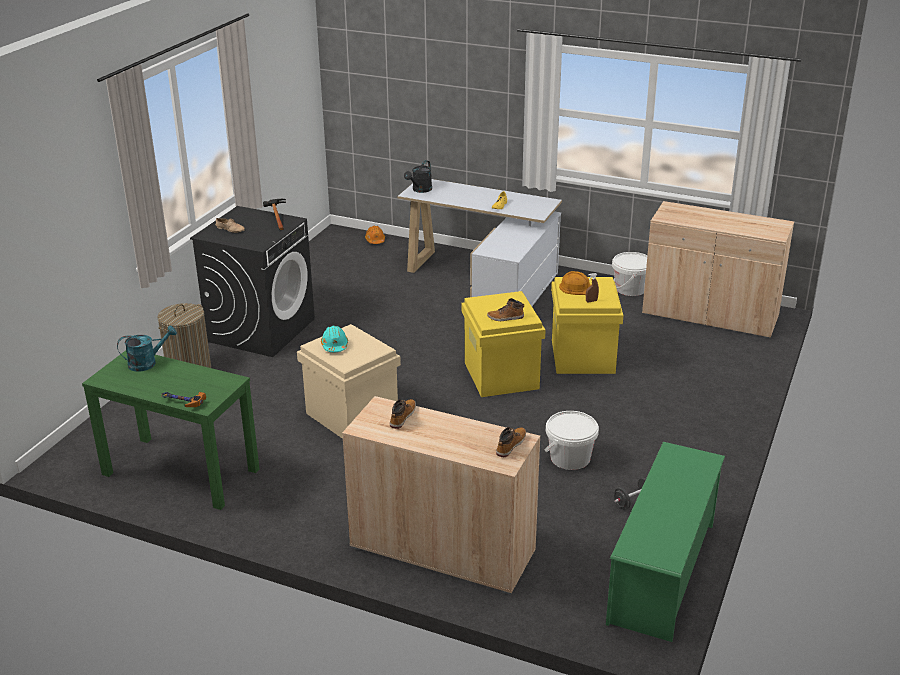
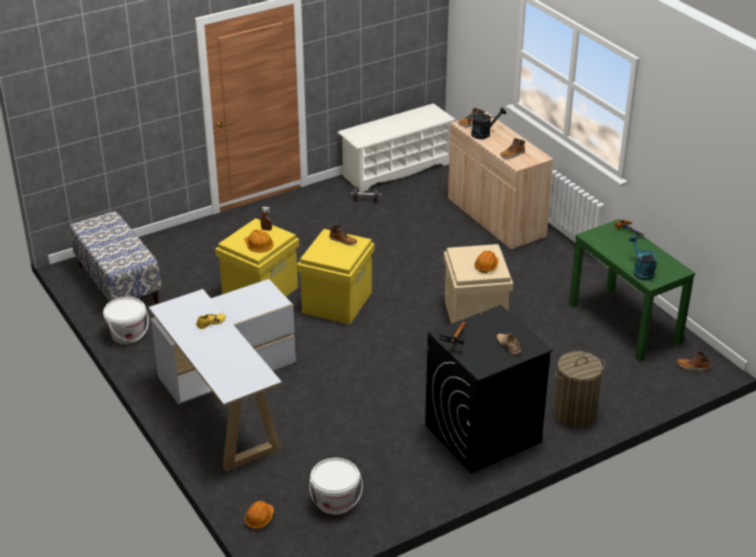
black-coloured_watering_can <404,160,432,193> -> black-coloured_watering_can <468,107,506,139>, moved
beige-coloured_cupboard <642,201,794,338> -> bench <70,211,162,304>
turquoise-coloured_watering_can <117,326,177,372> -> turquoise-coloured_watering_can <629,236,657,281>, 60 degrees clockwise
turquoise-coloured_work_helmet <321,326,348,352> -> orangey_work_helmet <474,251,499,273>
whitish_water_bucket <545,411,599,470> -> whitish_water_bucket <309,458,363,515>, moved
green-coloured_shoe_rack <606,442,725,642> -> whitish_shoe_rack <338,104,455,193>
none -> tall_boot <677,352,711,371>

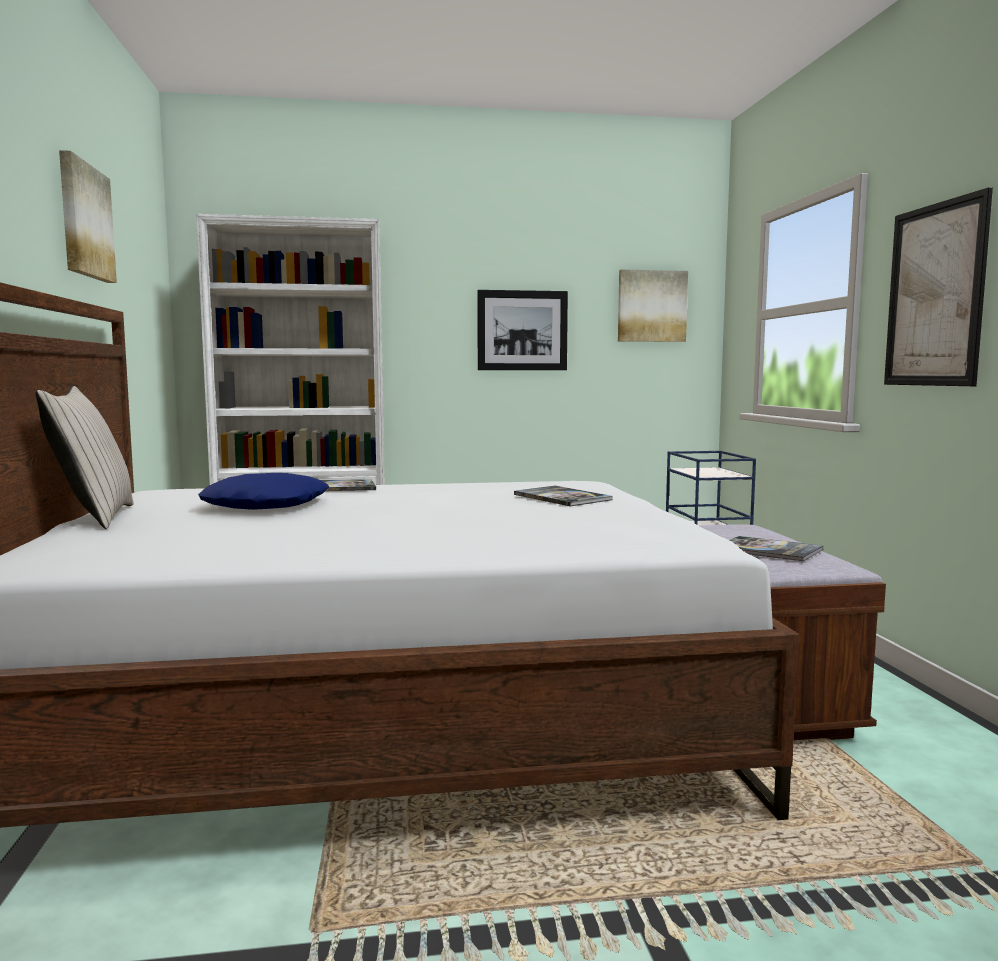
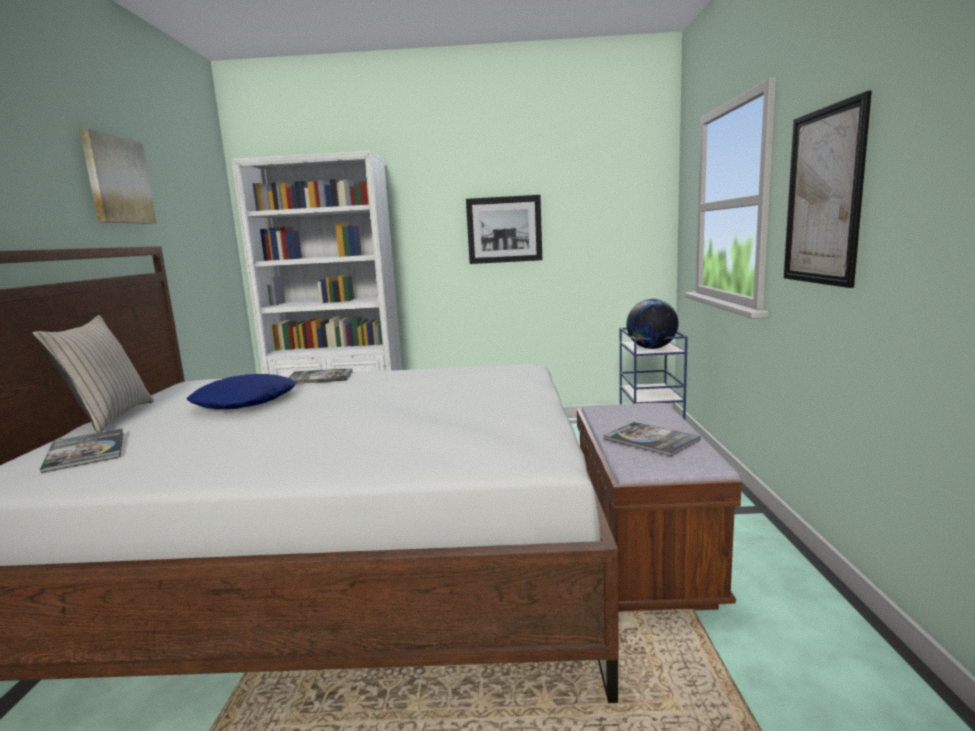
wall_art <618,269,688,342> -> none
bound_book <514,486,612,506> -> bound_book <40,429,124,473>, moved
none -> desk_globe <626,299,679,349>

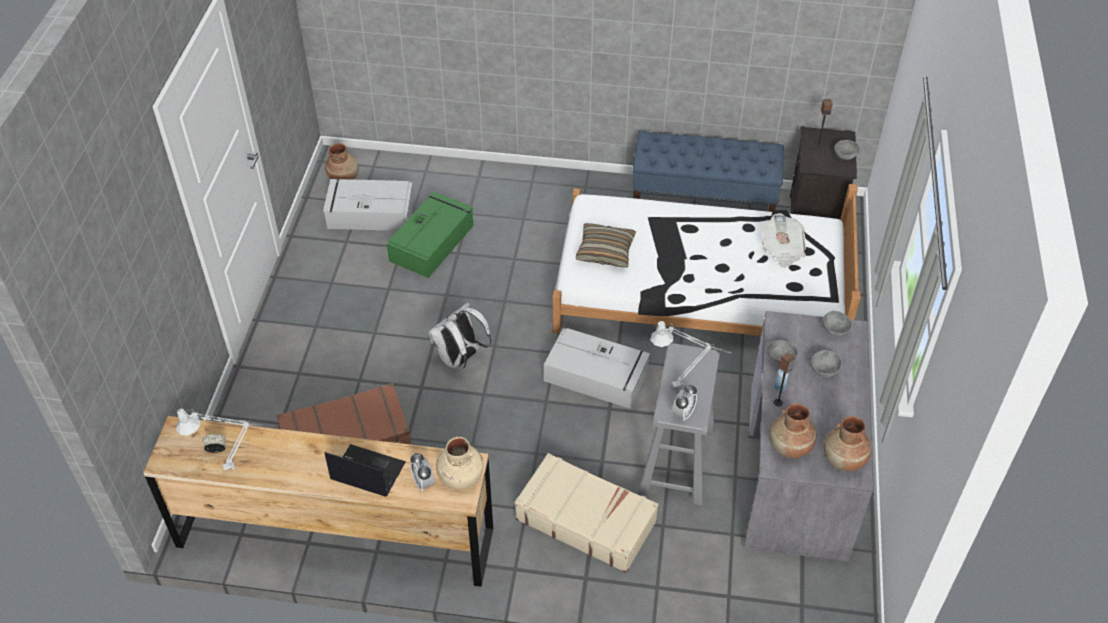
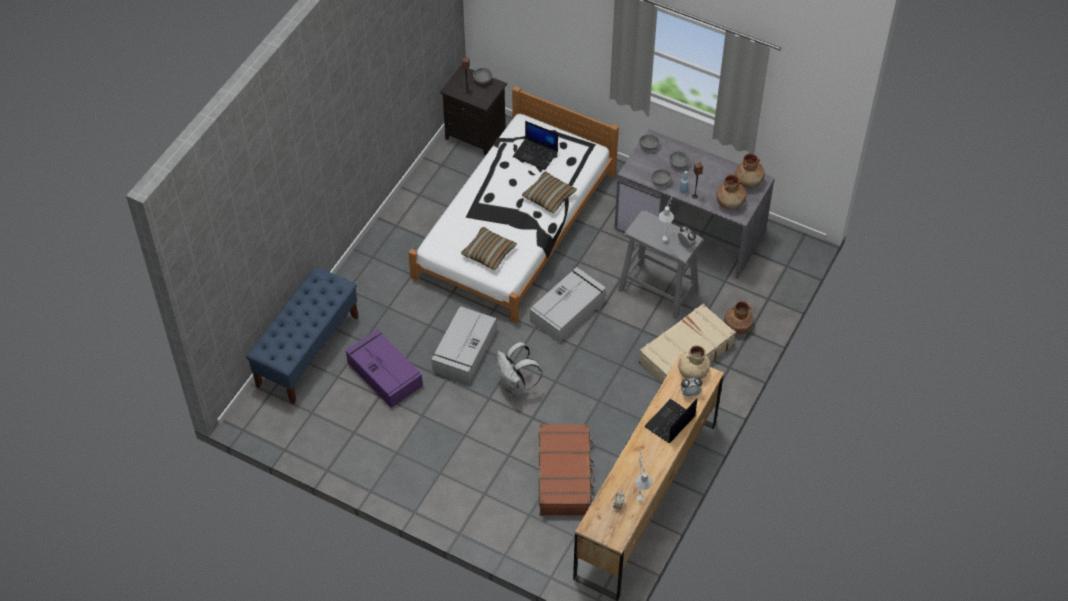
blue-coloured_bench <632,131,784,212> -> blue-coloured_bench <246,267,358,404>, moved
brown-coloured_vase <325,143,359,180> -> brown-coloured_vase <724,301,754,334>, moved
gray_storage_container <323,179,415,231> -> gray_storage_container <431,306,497,384>, moved
green-coloured_storage_container <387,192,473,278> -> purple-coloured_storage_container <345,329,423,408>
daily_paper <762,213,806,268> -> laptop <513,121,558,170>
none -> cushion <522,171,577,213>

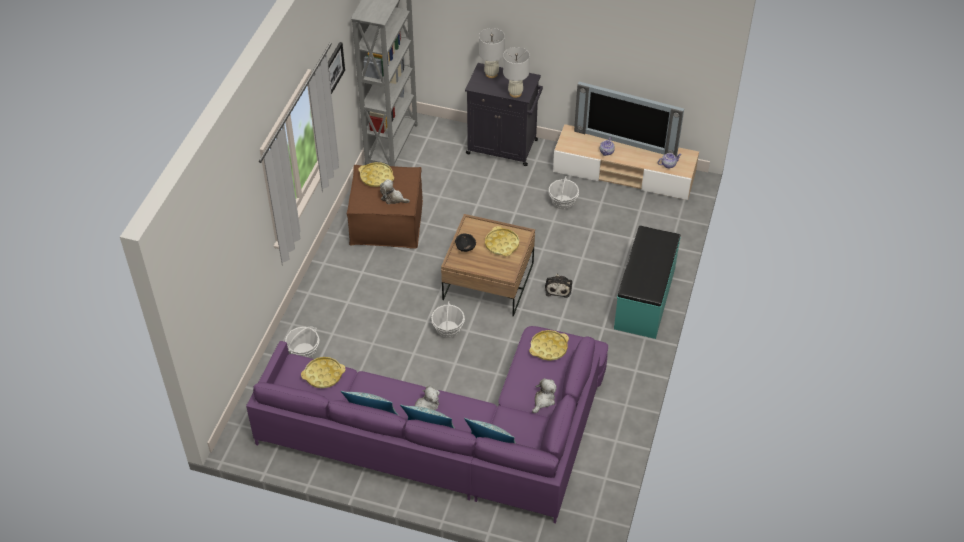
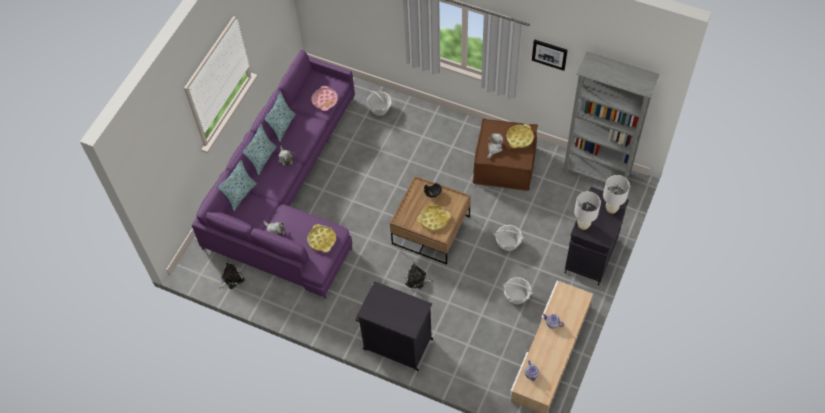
TV <574,82,684,157> -> none
turquoise-coloured_bench <614,226,681,339> -> black-coloured_cupboard <355,281,433,371>
basket <431,301,465,338> -> basket <494,225,524,251>, moved
yellow_carrying_tray <301,357,345,388> -> pink-coloured_carrying_tray <311,86,338,111>
none -> cuddly_toy <219,263,245,289>

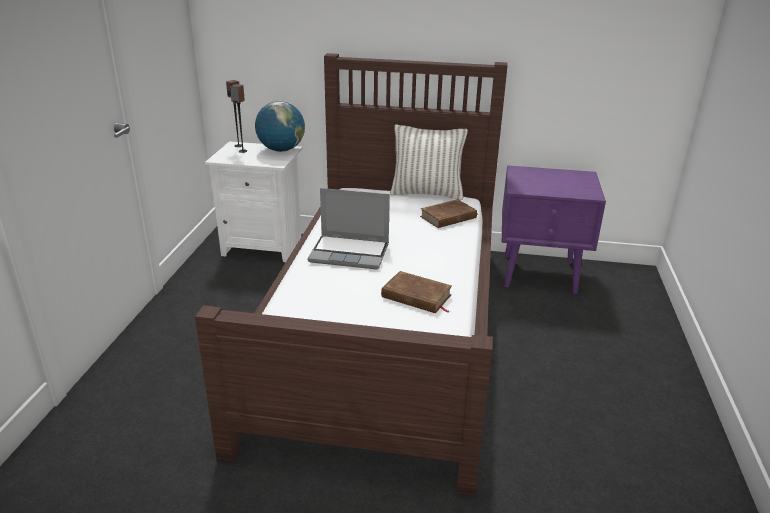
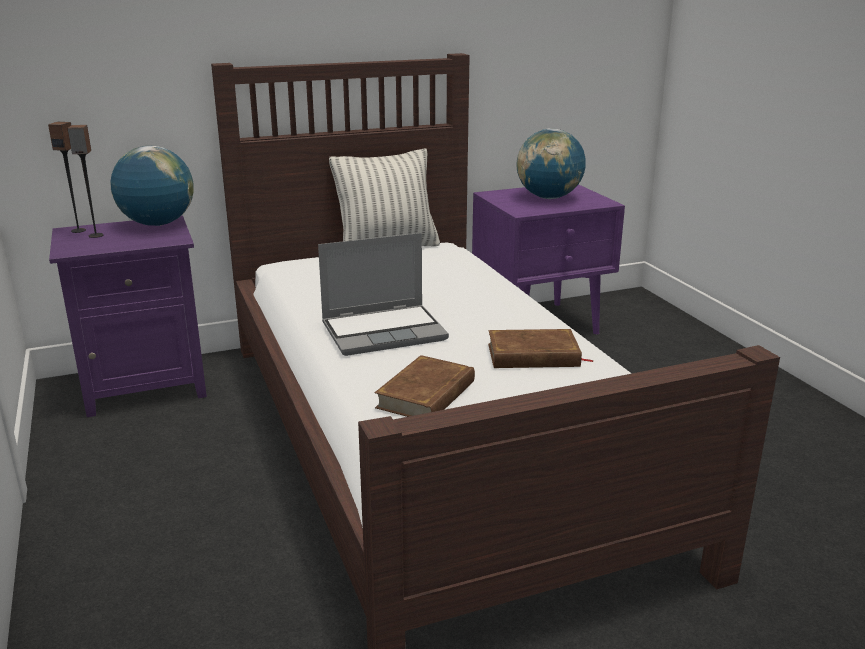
whitish_nightstand <205,141,302,262> -> purple-coloured_nightstand <49,216,207,417>
brown-coloured_bound_book <420,199,478,228> -> brown-coloured_bound_book <374,355,475,417>, moved
none -> desk_globe <516,128,586,199>

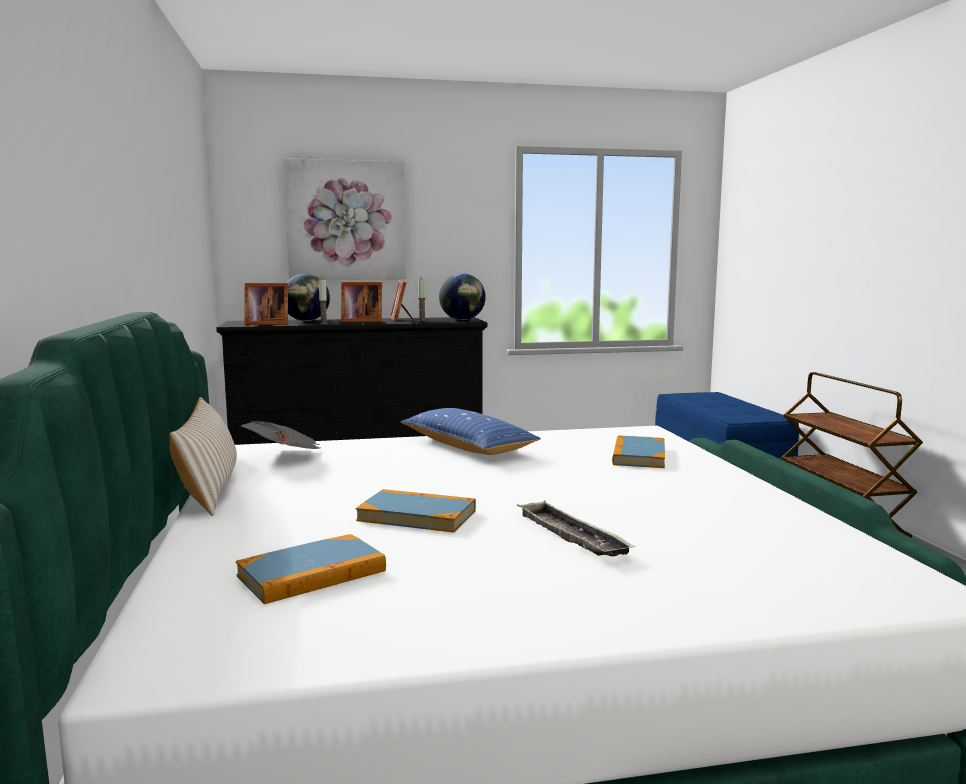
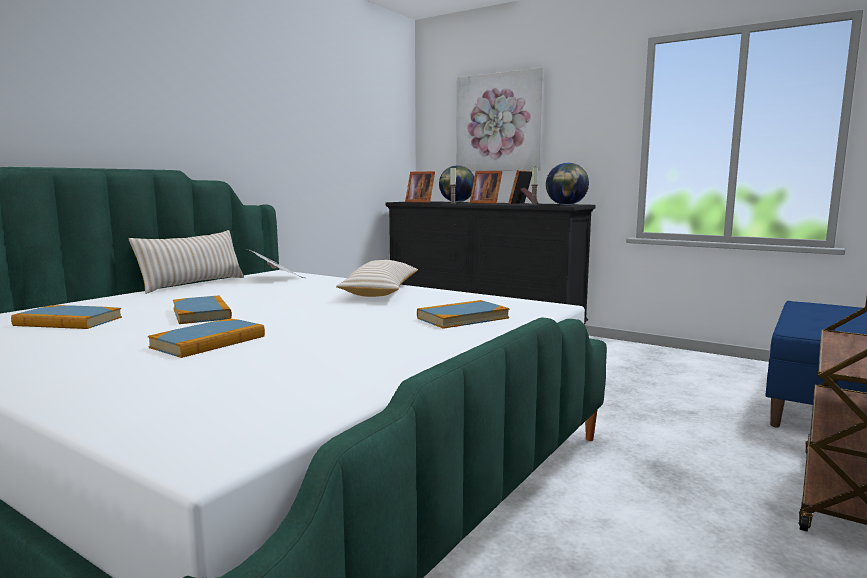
blue-coloured_cushion <401,408,541,455> -> beige-coloured_cushion <336,260,418,297>
carrying_tray <517,501,635,556> -> bound_book <148,318,265,358>

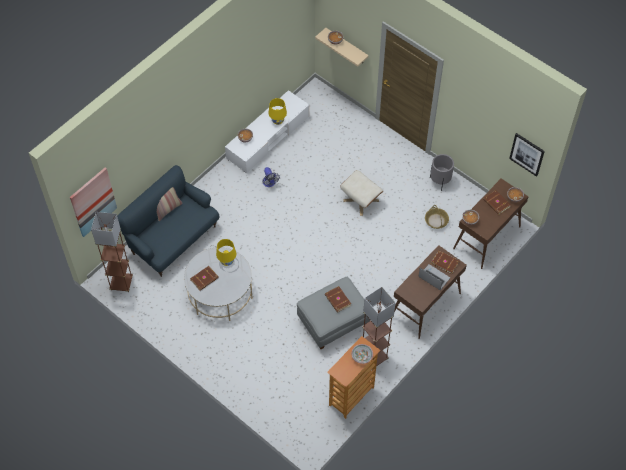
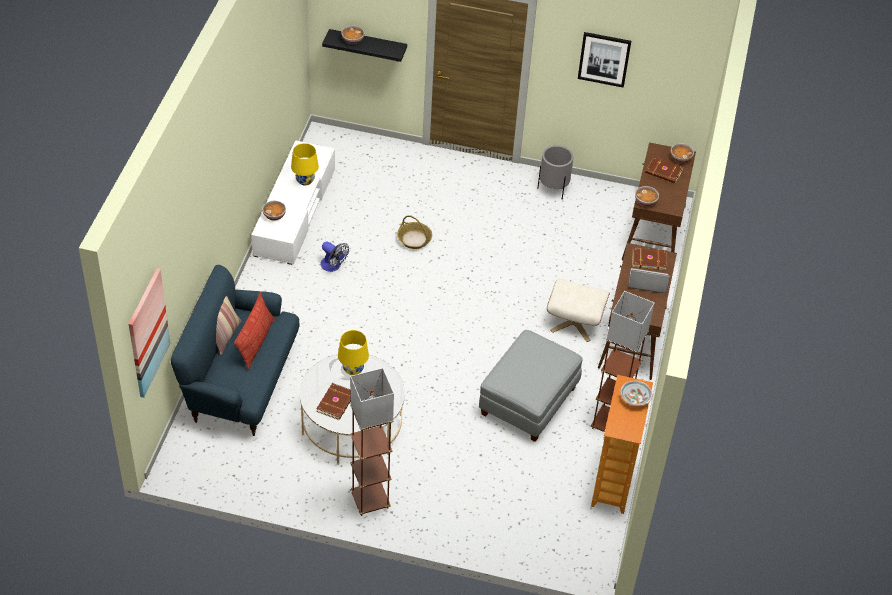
beige-coloured_shelf <315,28,369,67> -> black-coloured_shelf <322,29,407,62>
wall_art <509,133,545,177> -> wall_art <578,32,631,88>, moved
beige-coloured_ottoman <340,170,383,216> -> beige-coloured_ottoman <547,279,610,342>, moved
basket <425,205,449,229> -> basket <397,215,432,249>, moved
brown-coloured_standard_lamp <91,212,133,292> -> brown-coloured_standard_lamp <350,368,394,516>, moved
brown-coloured_bound_book <325,286,351,313> -> none
none -> cushion <234,292,275,370>

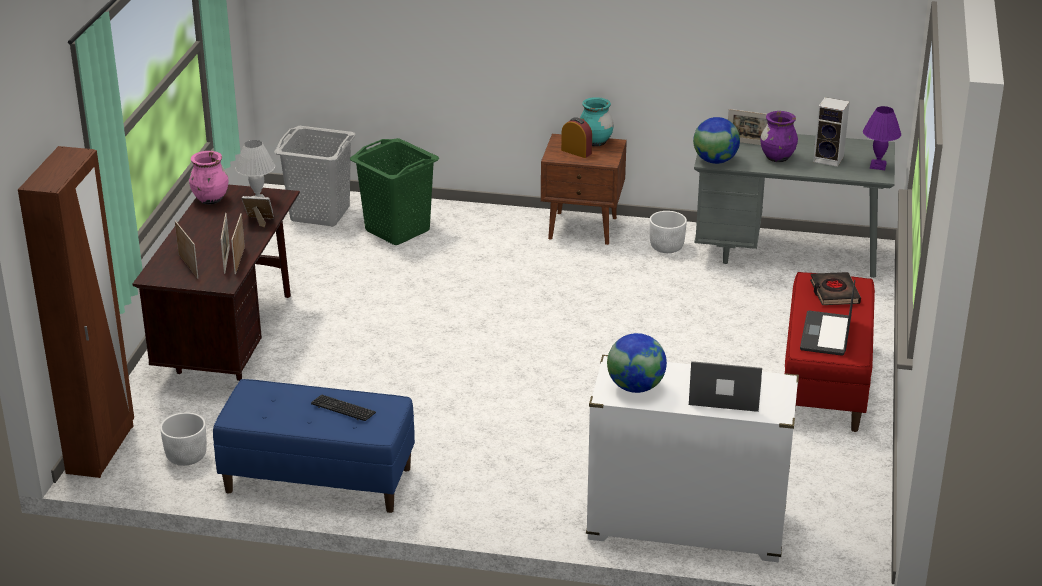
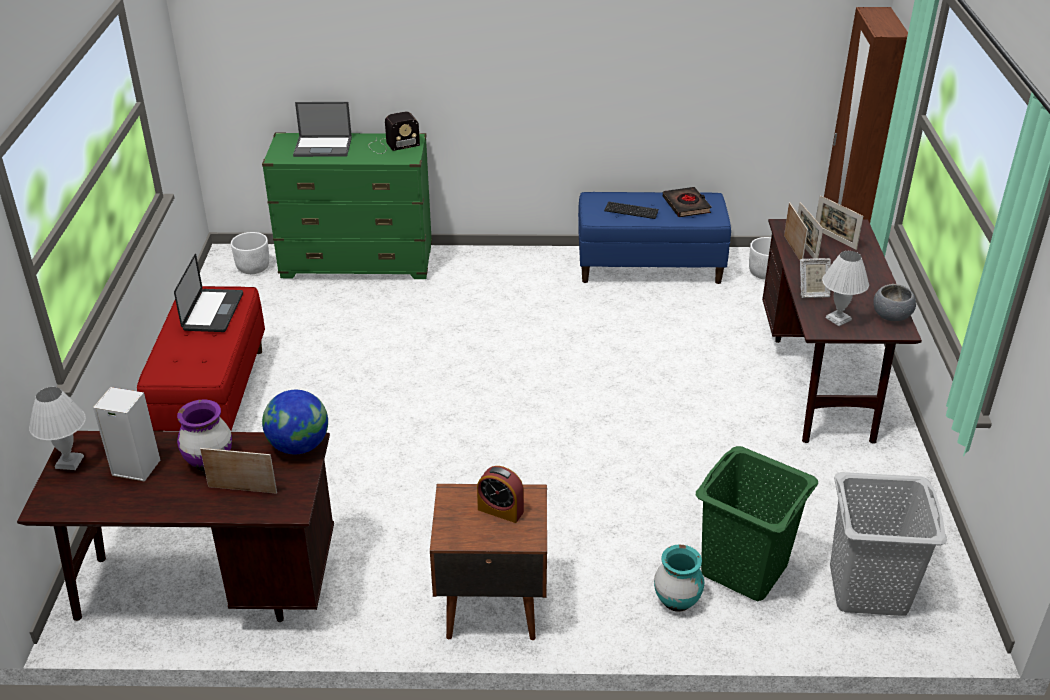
turquoise-coloured_vase <580,97,614,147> -> turquoise-coloured_vase <654,545,704,612>, moved
purple-coloured_lamp_for_a_table <863,106,901,170> -> whitish_lamp_for_a_table <29,387,86,470>
gray_desk_table <694,134,895,278> -> brown-coloured_desk_table <17,431,334,622>
pink-coloured_vase <189,151,229,204> -> gray_bowl <873,284,916,321>
whitish_flower_pot <650,211,687,253> -> whitish_flower_pot <231,232,269,274>, moved
black-coloured_bound_book <810,272,861,305> -> black-coloured_bound_book <663,187,712,217>, moved
desk_globe <607,333,667,393> -> radio <369,111,420,154>
whitish_drawer_chest <586,355,799,562> -> green-coloured_drawer_chest <262,132,432,279>

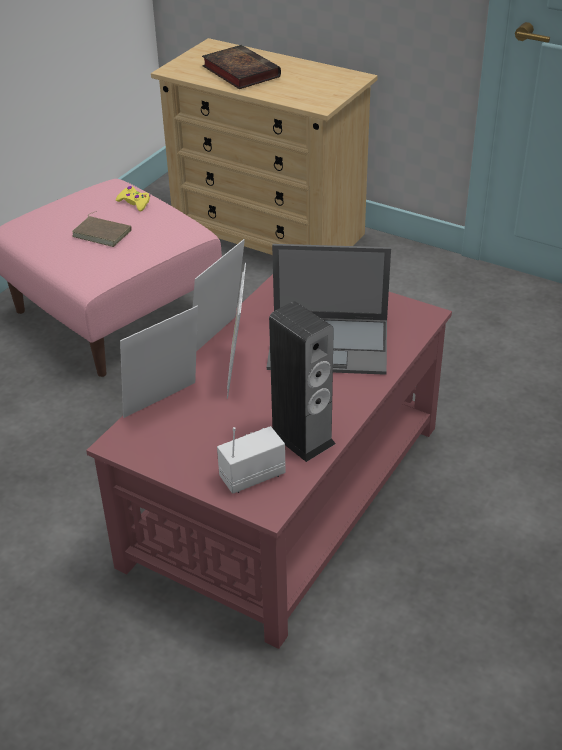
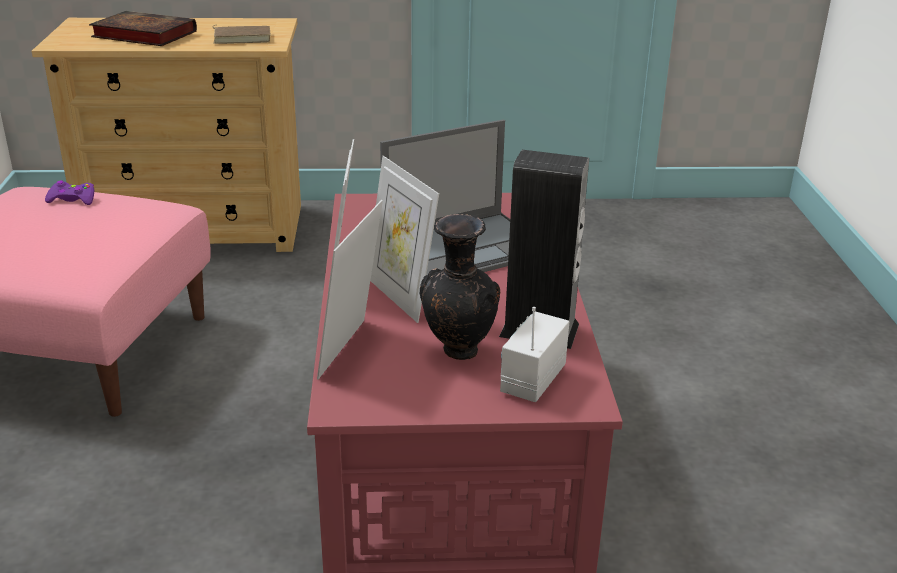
yellow_game_controller <116,186,151,211> -> purple-coloured_game_controller <45,180,94,205>
brown-coloured_bound_book <72,212,132,247> -> brown-coloured_bound_book <213,25,271,44>, moved
none -> black-coloured_vase <420,214,500,360>

